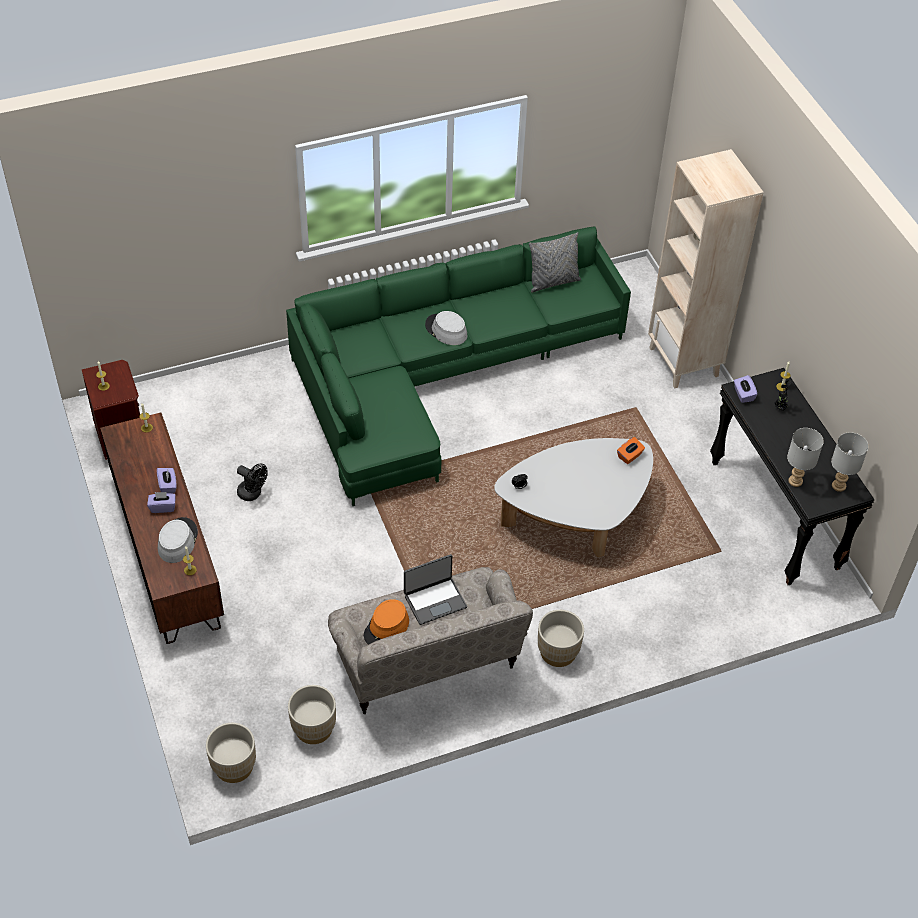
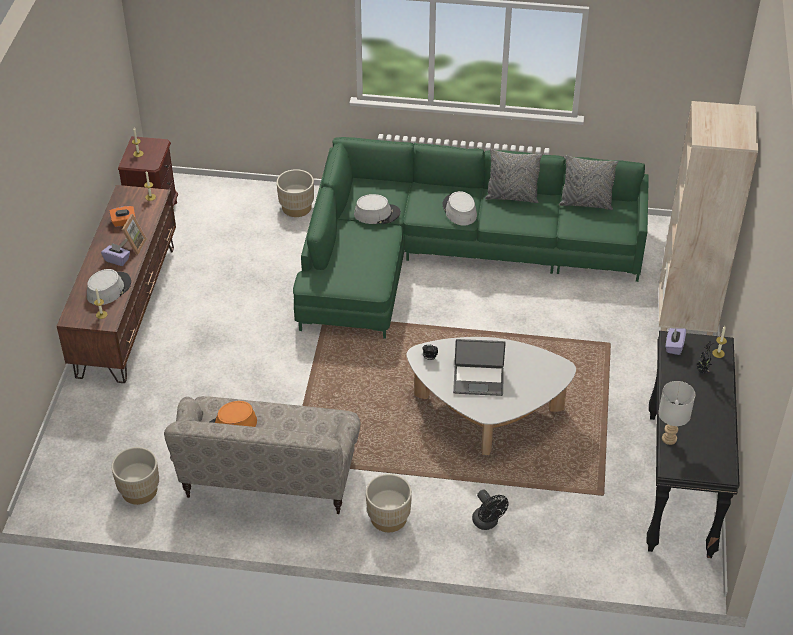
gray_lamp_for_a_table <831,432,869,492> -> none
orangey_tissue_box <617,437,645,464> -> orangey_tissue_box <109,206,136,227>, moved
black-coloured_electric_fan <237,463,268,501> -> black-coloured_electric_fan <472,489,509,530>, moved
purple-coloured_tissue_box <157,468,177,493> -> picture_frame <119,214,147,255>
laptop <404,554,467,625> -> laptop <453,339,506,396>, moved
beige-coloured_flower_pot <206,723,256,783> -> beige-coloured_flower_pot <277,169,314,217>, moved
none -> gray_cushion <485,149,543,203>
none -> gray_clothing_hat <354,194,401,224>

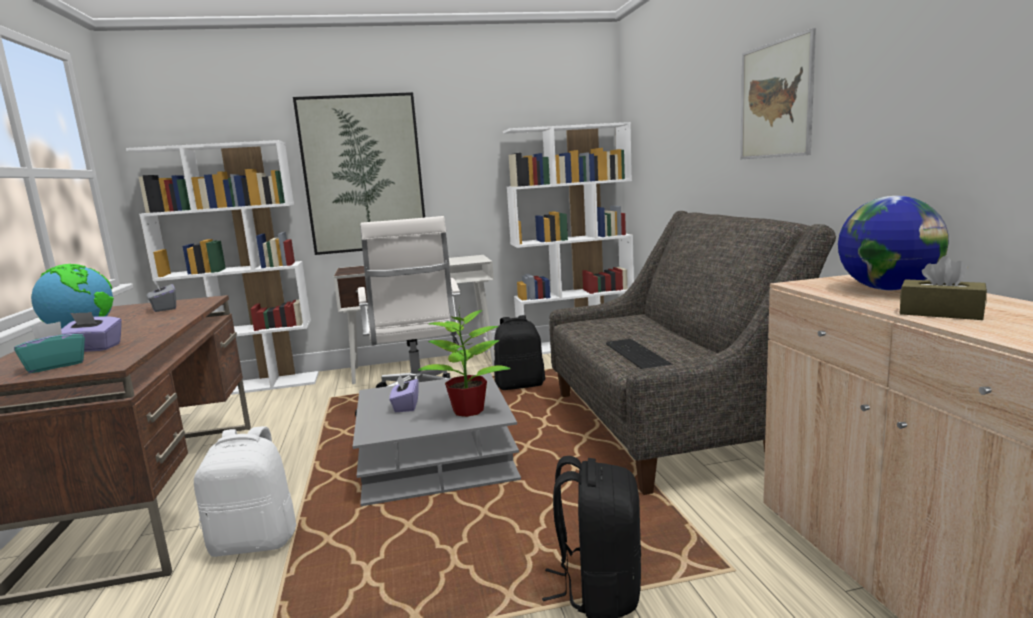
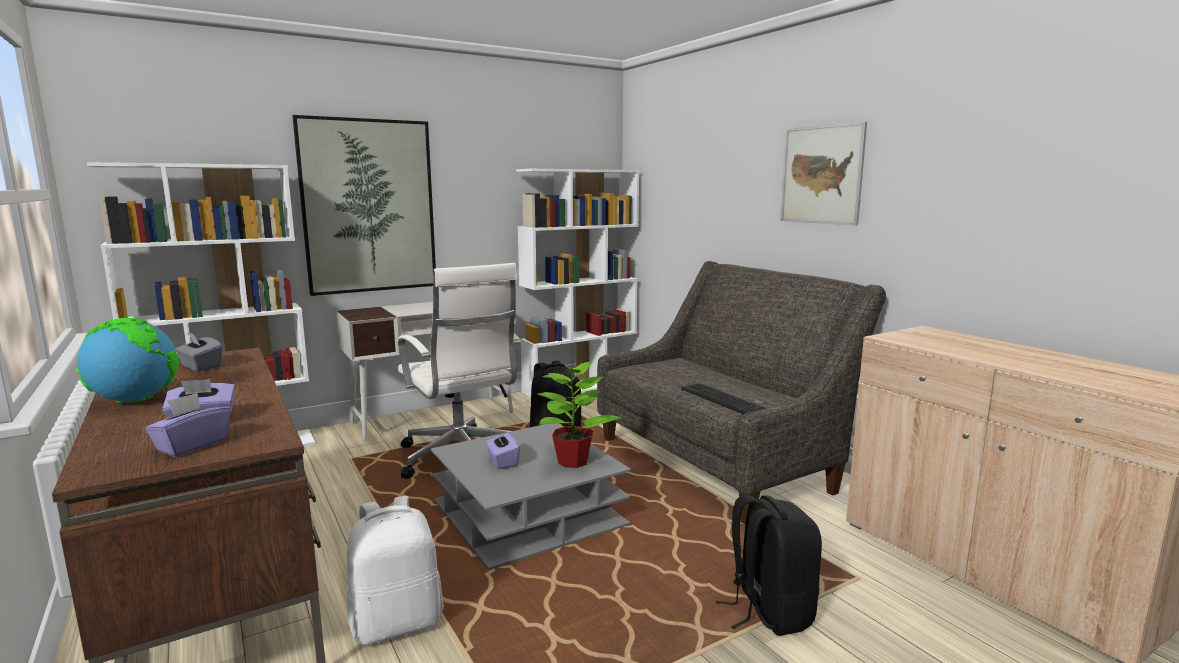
desk_globe <838,196,949,290> -> none
brown-coloured_tissue_box <899,256,987,320> -> none
turquoise-coloured_tissue_box <14,322,85,373> -> purple-coloured_tissue_box <145,393,231,457>

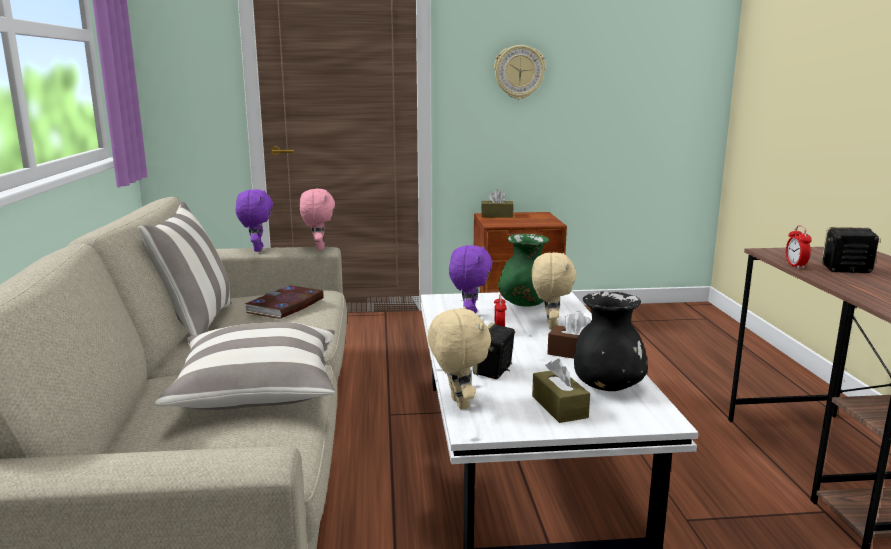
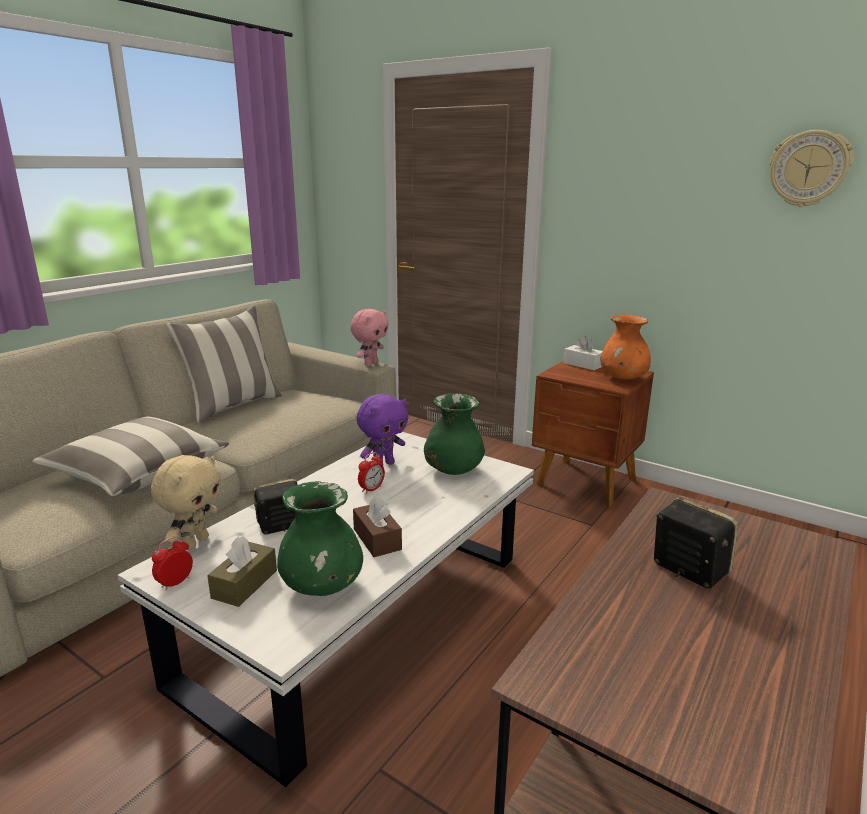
wall_clock <494,45,546,99> -> wall_clock <770,130,853,207>, moved
purple-coloured_cuddly_toy <236,189,273,252> -> none
brown-coloured_tissue_box <481,189,514,218> -> whitish_tissue_box <563,336,603,370>
bedside_clock <786,225,812,269> -> bedside_clock <152,537,193,590>, moved
beige-coloured_cuddly_toy <532,252,577,330> -> none
bound_book <245,285,323,319> -> none
black-coloured_vase <574,291,648,391> -> green-coloured_vase <277,481,363,596>
none -> orangey_vase <600,315,651,379>

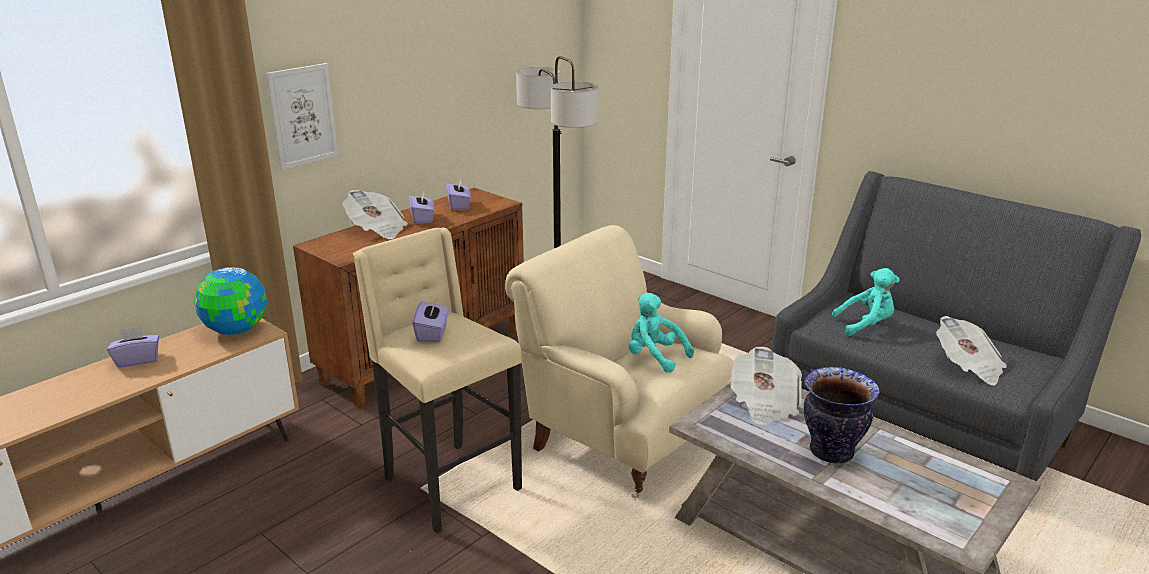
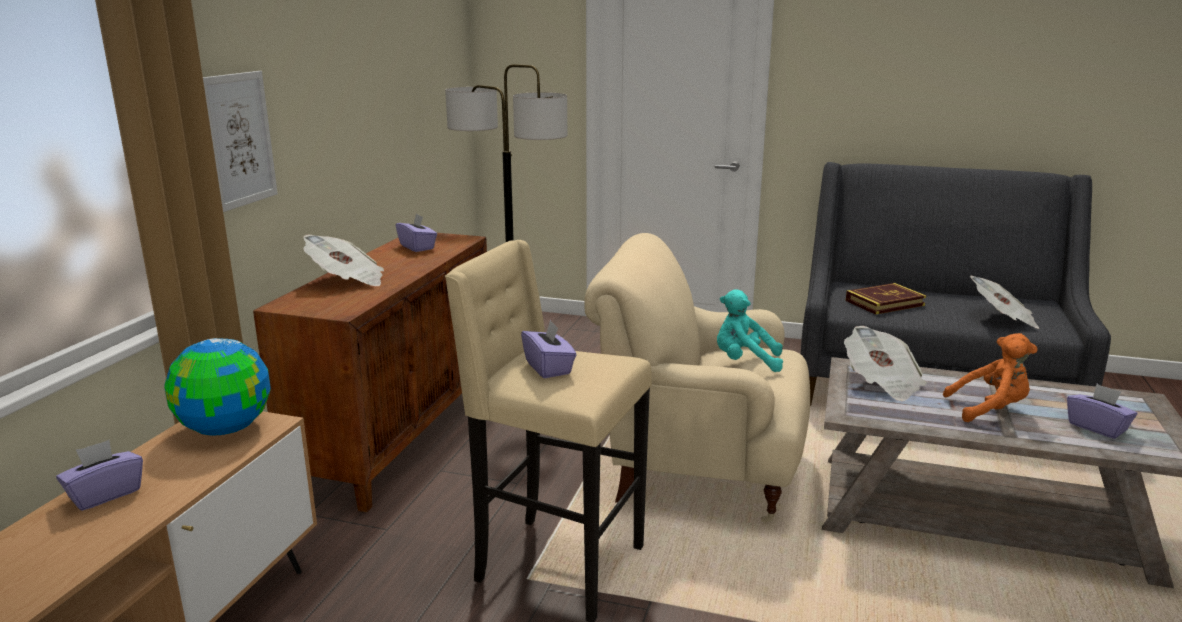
purple-coloured_tissue_box <409,192,434,224> -> purple-coloured_tissue_box <1067,384,1137,439>, moved
turquoise-coloured_cuddly_toy <832,268,900,336> -> bound_book <846,283,926,315>
vase <803,367,880,464> -> orangey_cuddly_toy <943,333,1038,422>

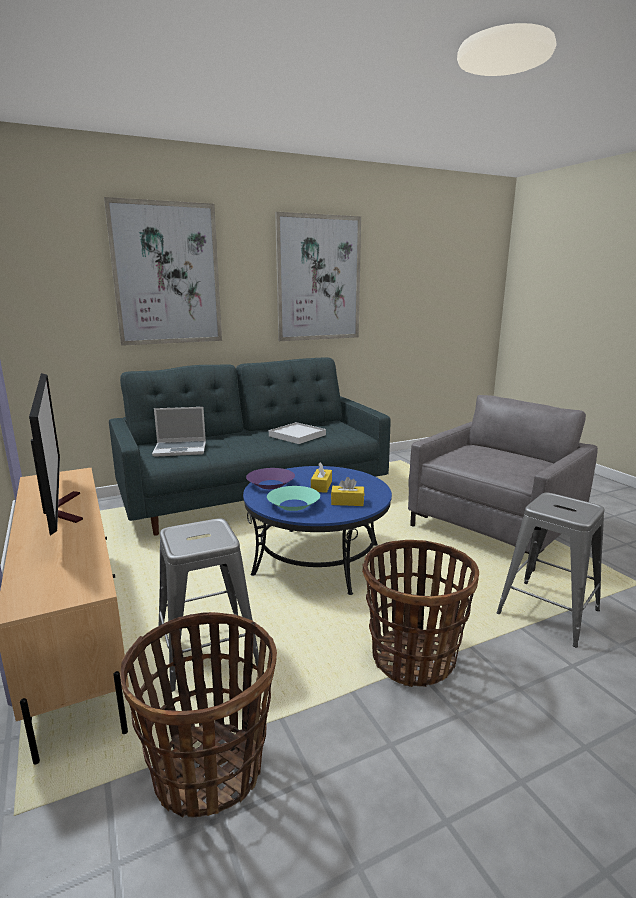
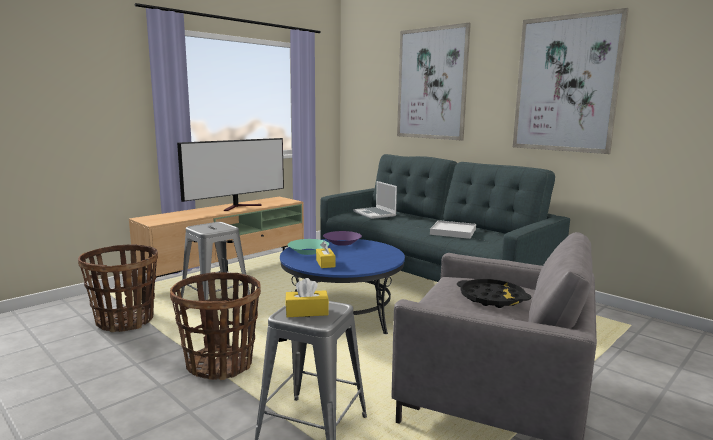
yellow_tissue_box <311,462,332,493> -> yellow_tissue_box <285,278,329,317>, moved
none -> black-coloured_carrying_tray <457,279,531,308>

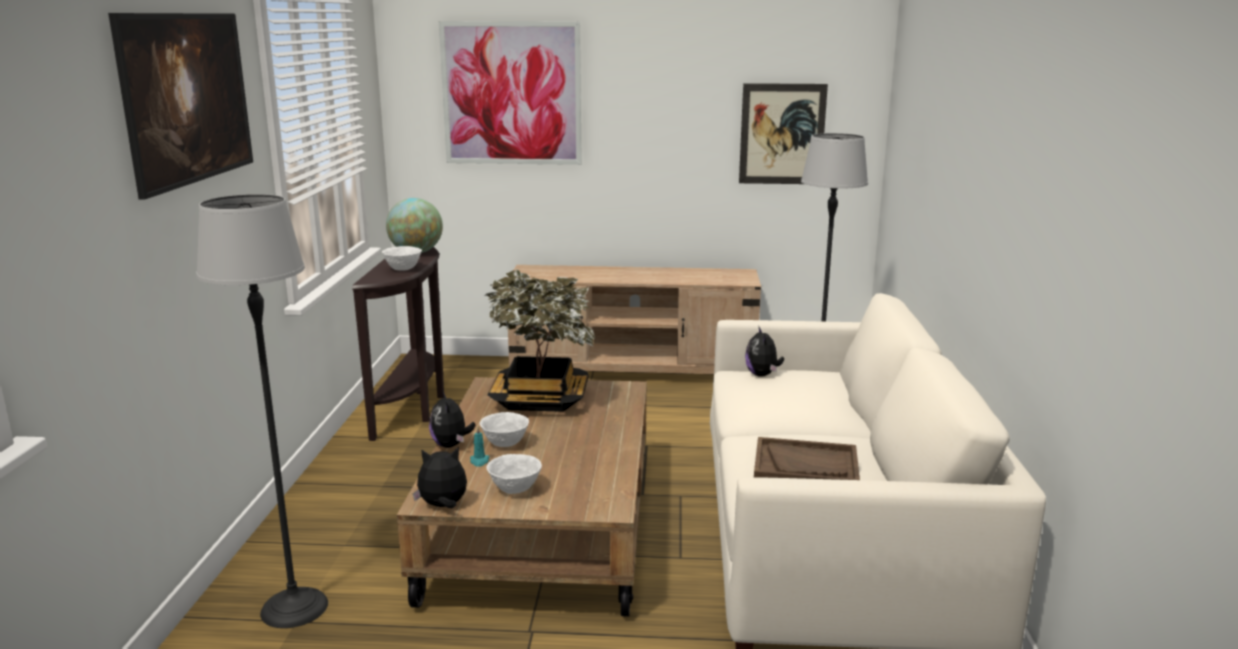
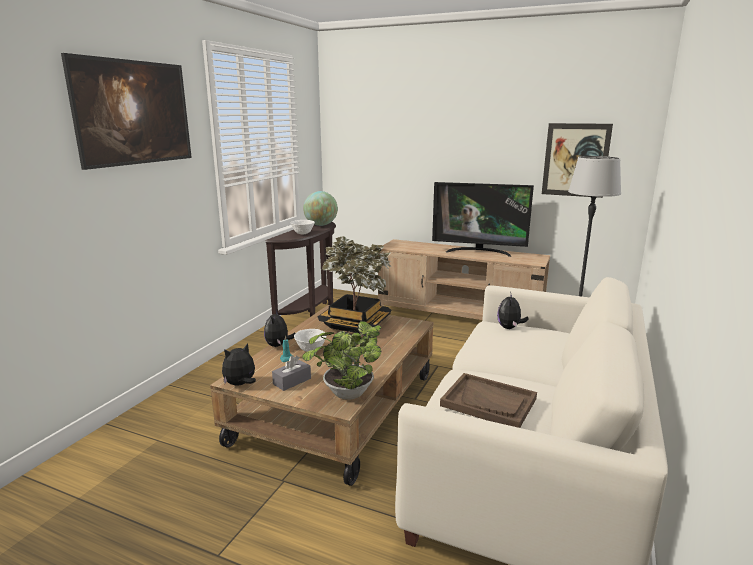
wall_art <439,21,582,165> -> none
standard_lamp <196,194,328,628> -> none
cuddly_toy <413,447,467,508> -> cuddly_toy <222,343,256,386>, 45 degrees counterclockwise
whitish_bowl <486,454,542,494> -> gray_tissue_box <272,355,311,391>
none -> TV <432,182,534,257>
none -> plant_in_a_pot <302,321,382,399>

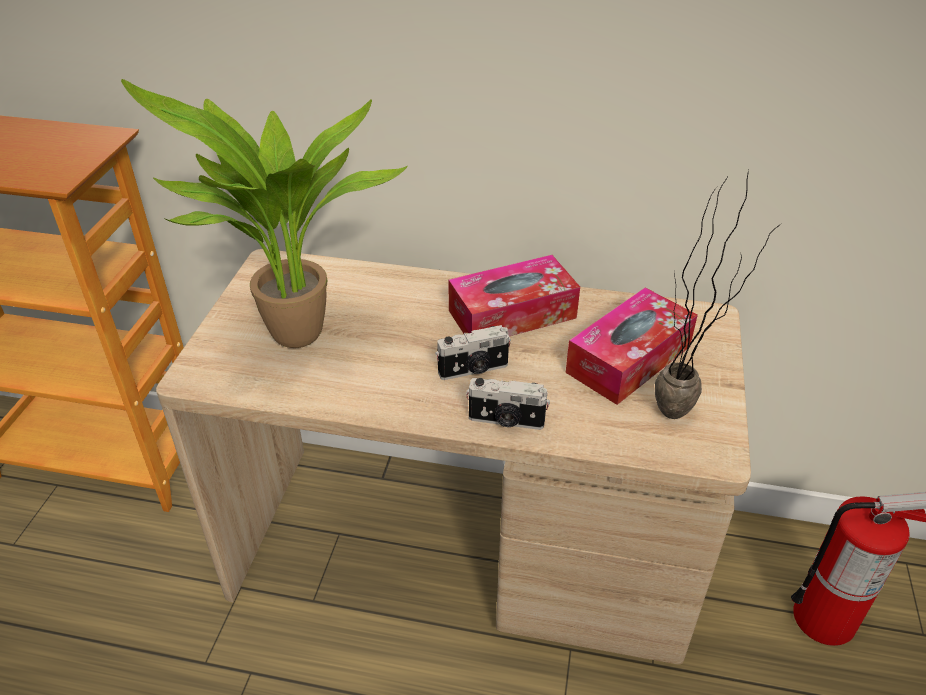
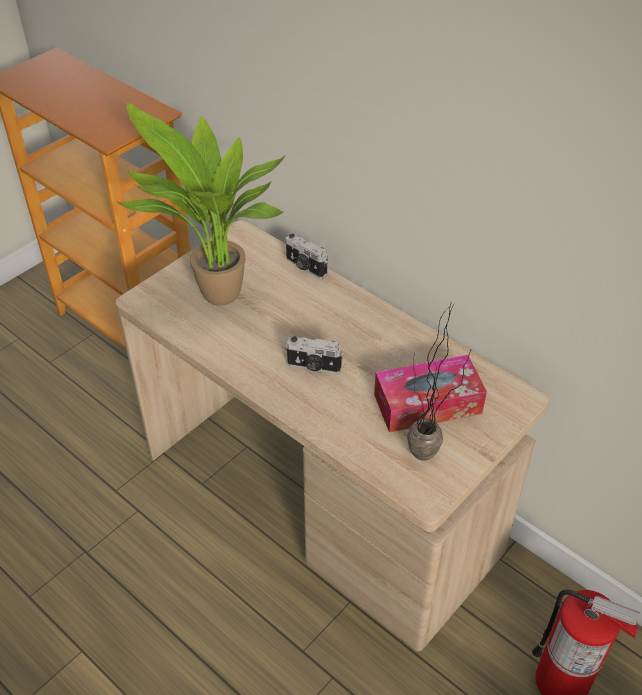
tissue_box <448,255,580,336> -> none
still_camera <466,378,550,430> -> still_camera <286,234,327,279>, moved

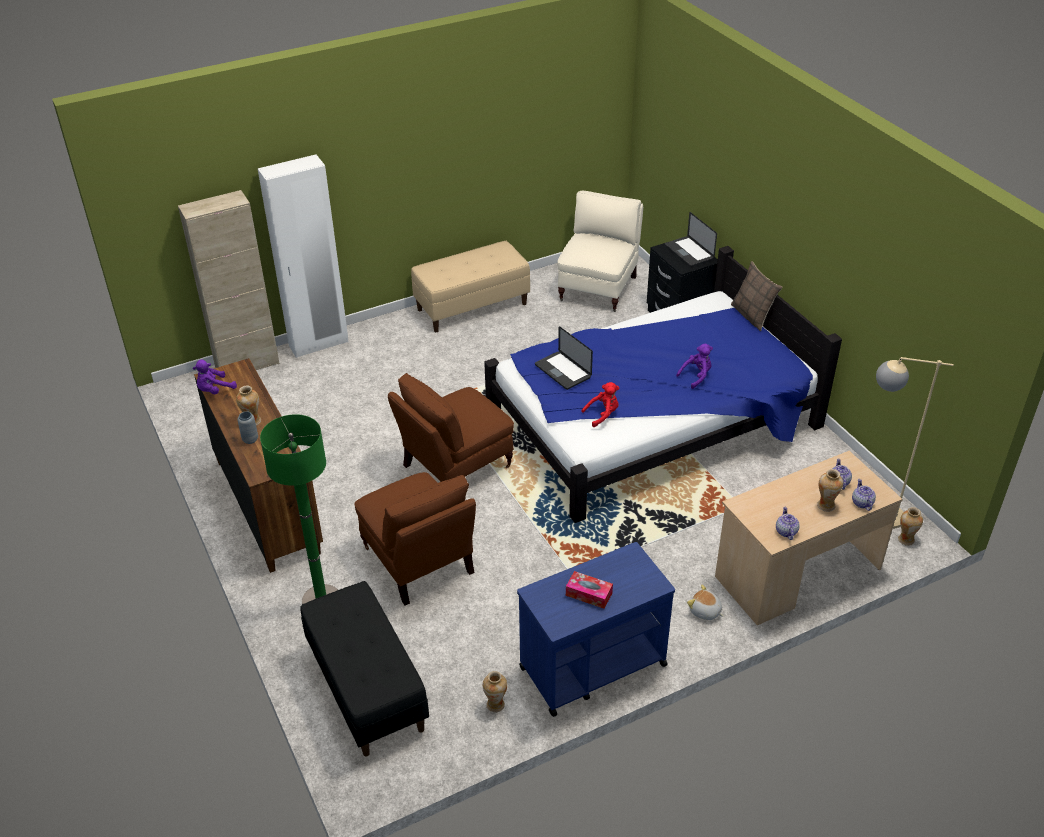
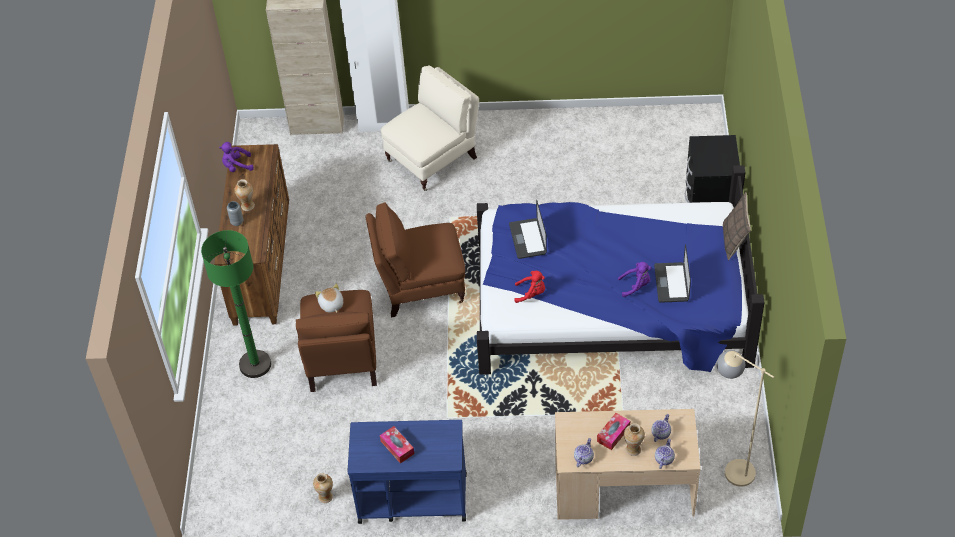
beige-coloured_armchair <558,191,643,312> -> beige-coloured_armchair <381,65,479,191>, moved
laptop <665,212,717,267> -> laptop <654,244,691,303>, moved
beige-coloured_bench <411,241,530,332> -> none
vase <898,507,923,546> -> none
black-coloured_bench <301,581,429,756> -> none
cuddly_toy <687,585,723,620> -> cuddly_toy <315,284,343,313>, moved
none -> tissue_box <597,413,630,450>

